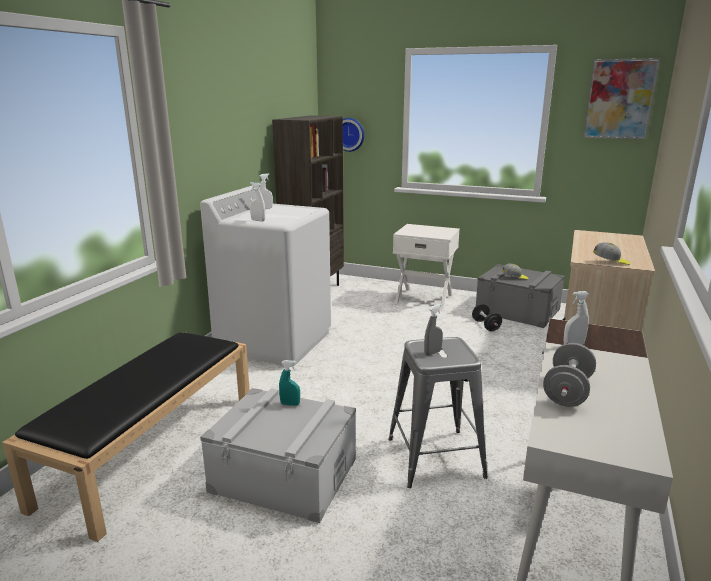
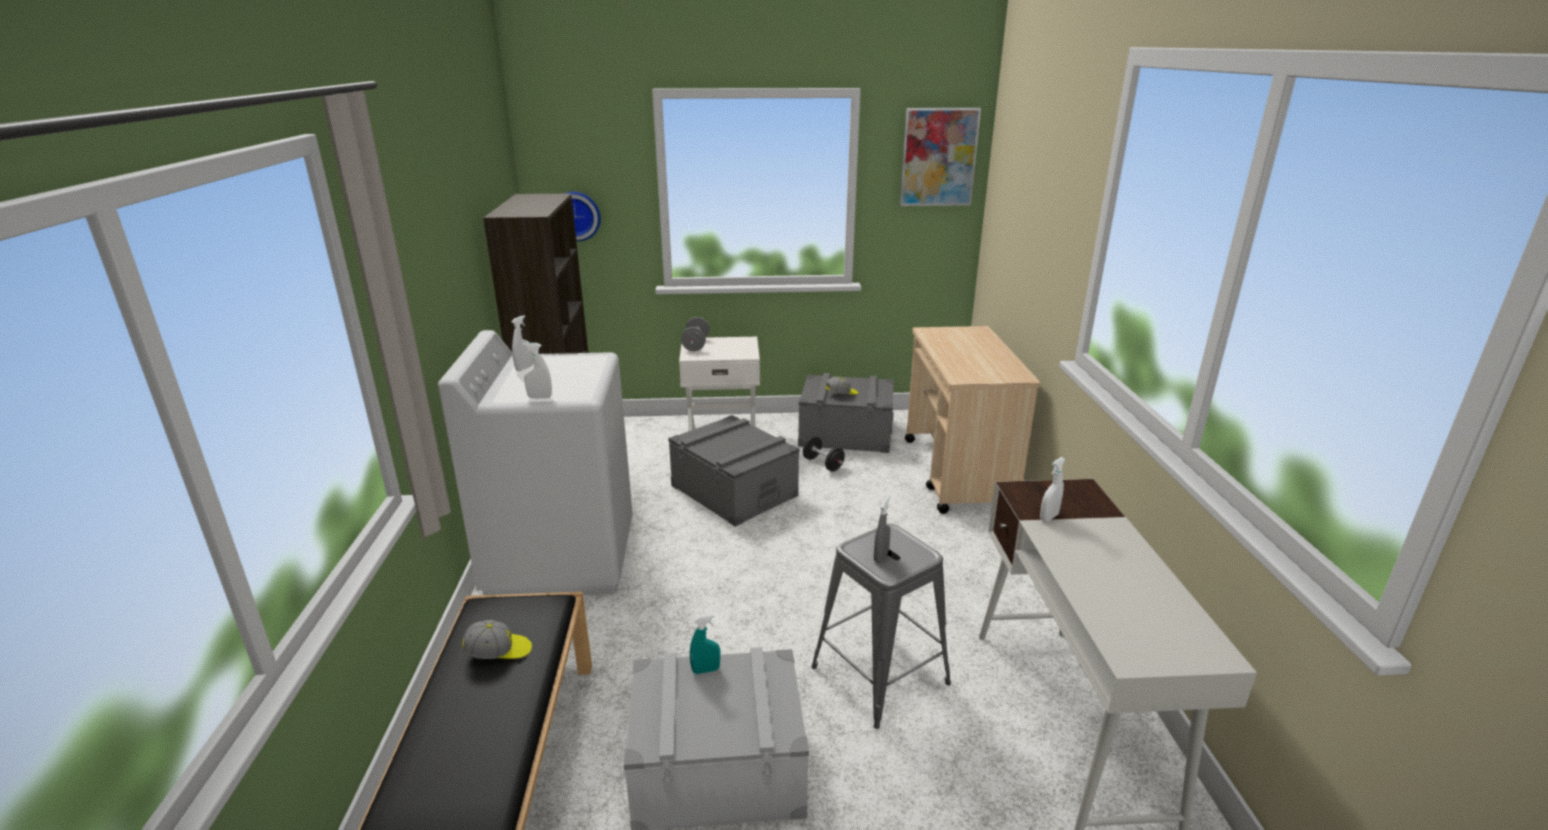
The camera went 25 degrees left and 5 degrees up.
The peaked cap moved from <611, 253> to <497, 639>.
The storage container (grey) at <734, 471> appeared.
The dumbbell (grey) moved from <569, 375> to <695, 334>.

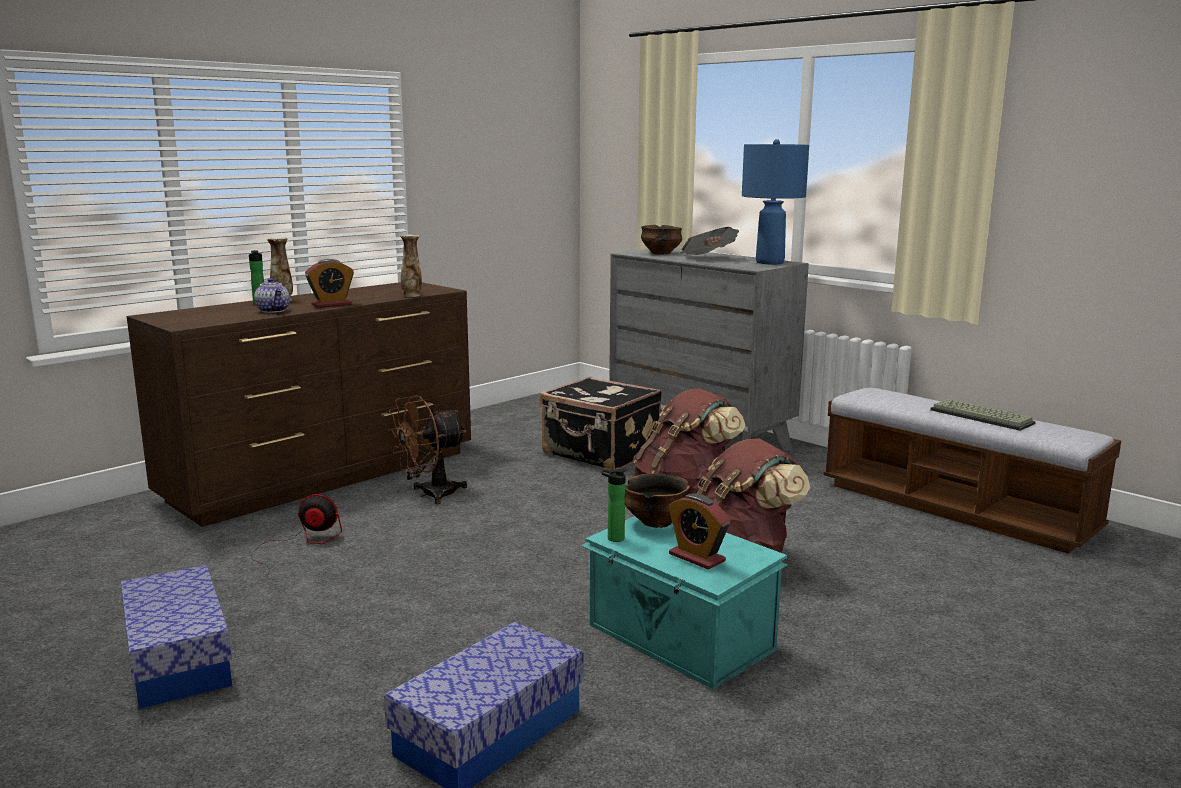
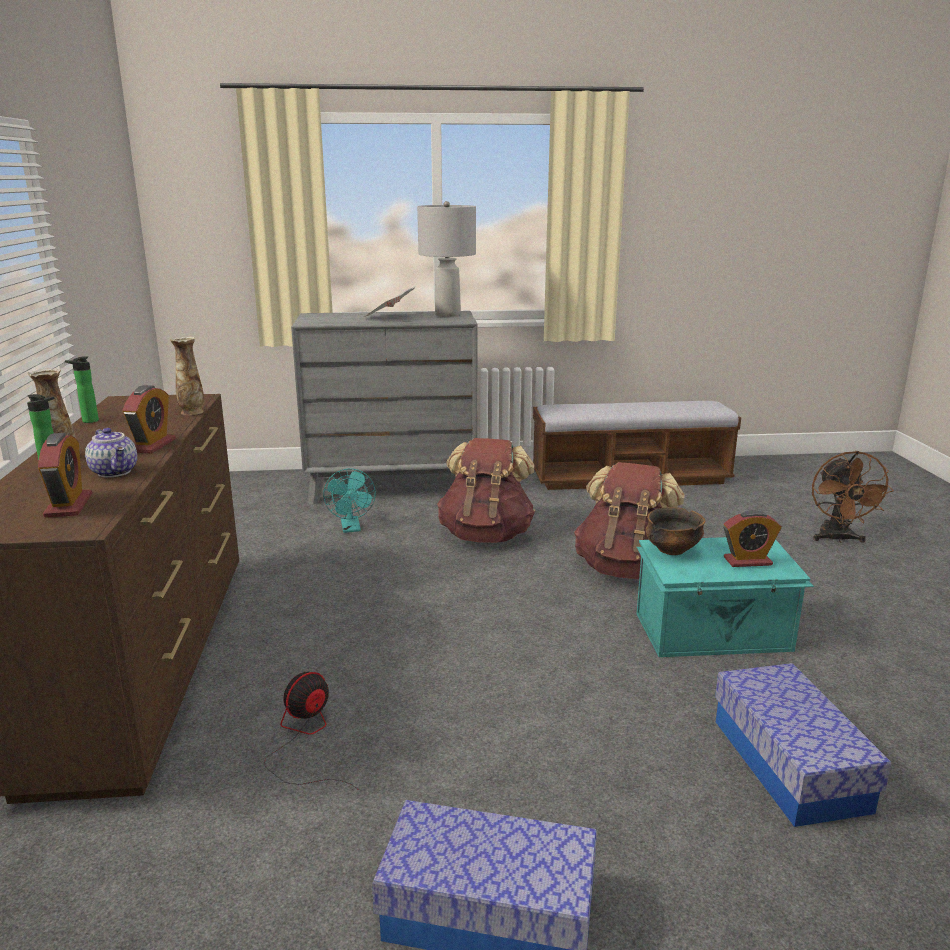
The camera went 50 degrees left and 5 degrees up.
The alarm clock at <65, 475> appeared.
The beverage bottle moved from <614, 505> to <82, 389>.
The pot for tea at <272, 295> turned 45 degrees clockwise.
The piece of luggage (blackish) at <601, 423> was replaced by the electric fan (blue-green) at <349, 500>.
The lamp for a table (bluish) at <775, 201> became the lamp for a table (grey) at <446, 259>.
The electric fan (brown-coloured) moved from <427, 449> to <853, 497>.
The bowl at <661, 239> disappeared.
The PC keyboard at <983, 415> disappeared.

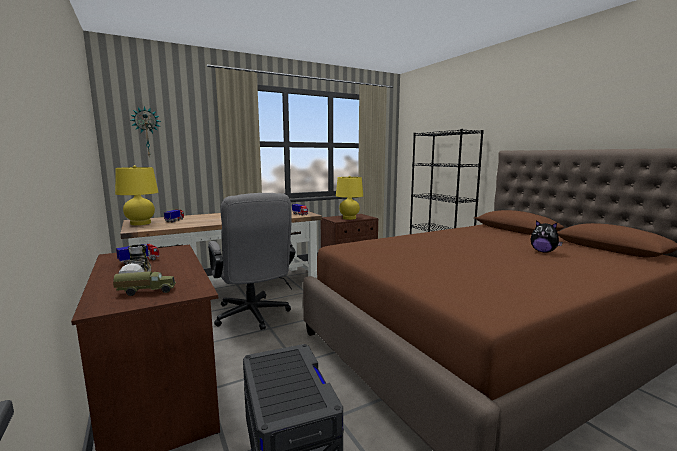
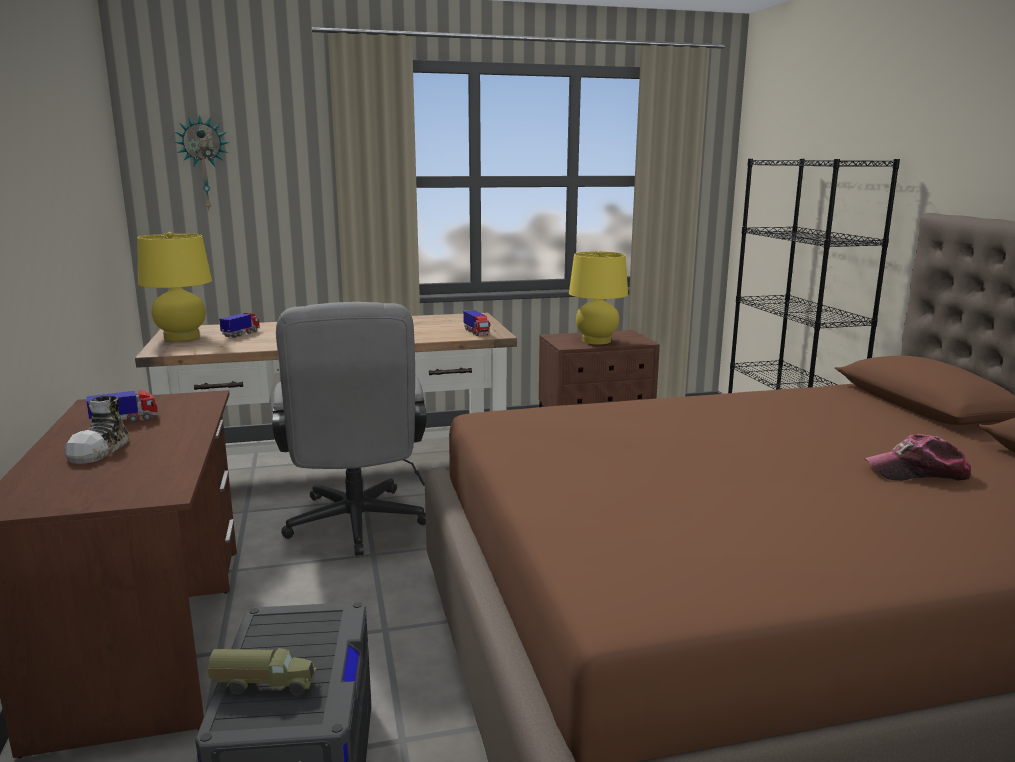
The camera went 15 degrees right and 5 degrees up.
The toy lorry moved from <144, 283> to <262, 672>.
The cuddly toy at <547, 236> was replaced by the peaked cap at <918, 457>.

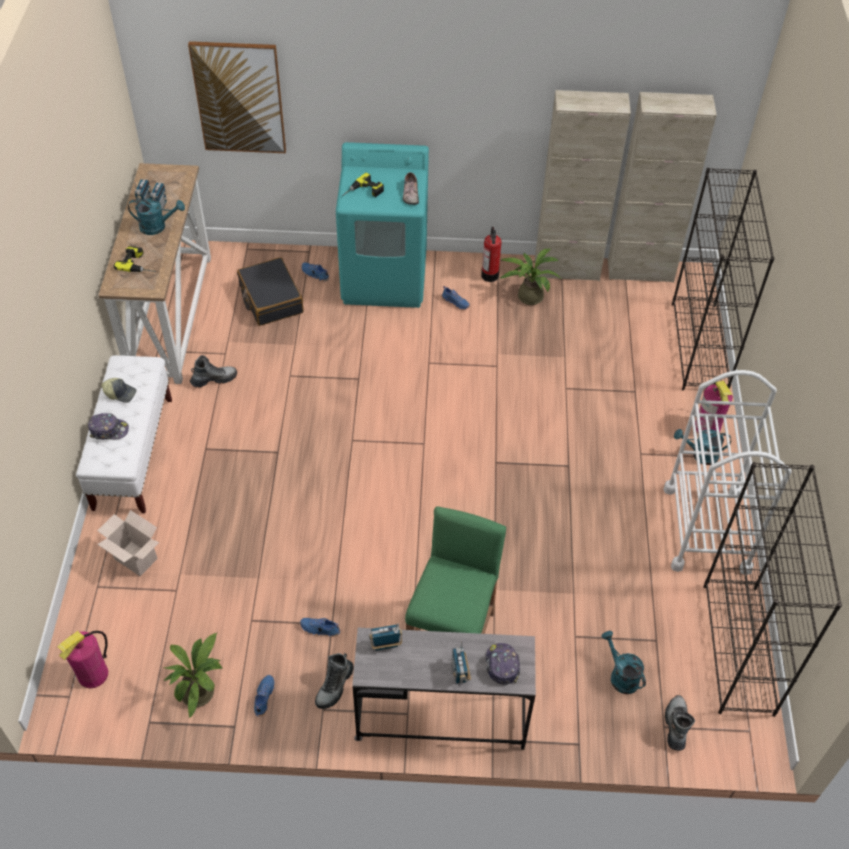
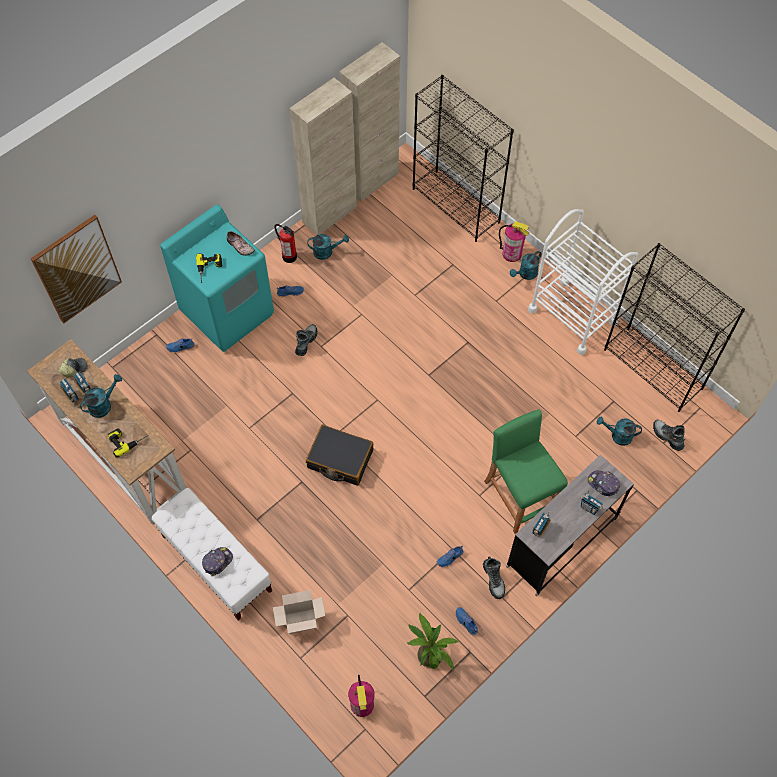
The camera went 45 degrees left and 10 degrees up.
The peaked cap moved from <118, 390> to <73, 367>.
The boot moved from <213, 371> to <306, 340>.
The piece of luggage (blackish) moved from <270, 291> to <339, 455>.
The houseplant at <531, 277> was replaced by the sprinkling can (blue-green) at <328, 247>.

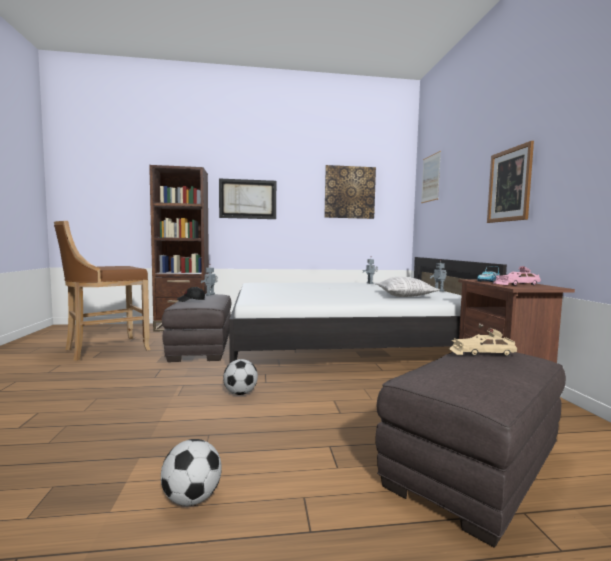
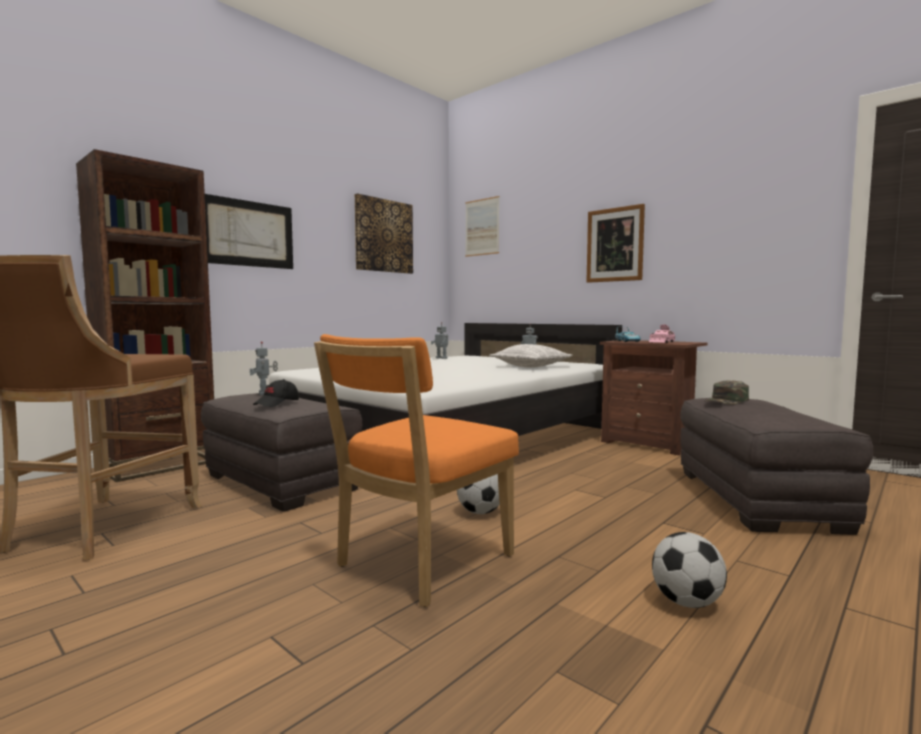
The camera went 40 degrees left and 0 degrees up.
The plain chair (orange) at <416, 470> appeared.
The model car (sand-coloured) at <482, 342> was replaced by the peaked cap (green-coloured) at <727, 393>.

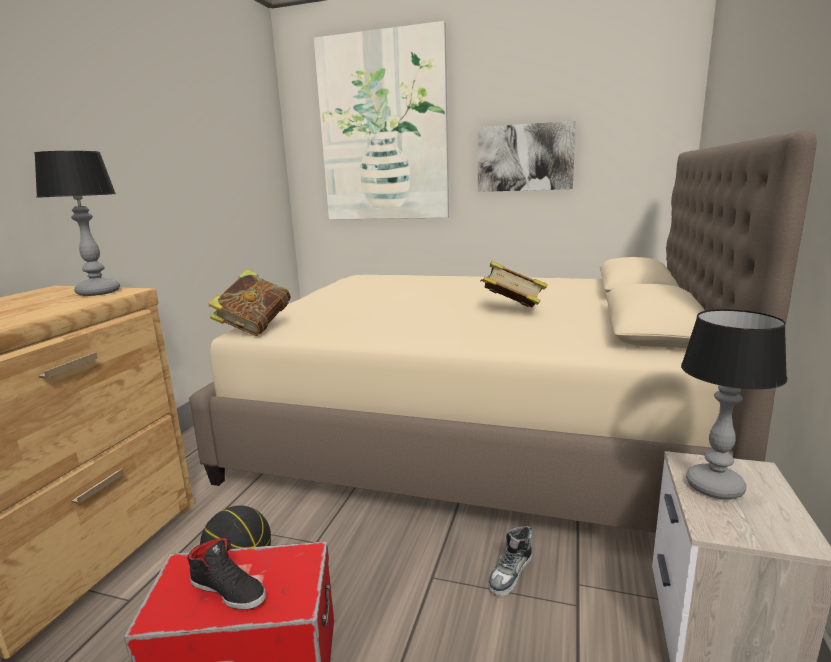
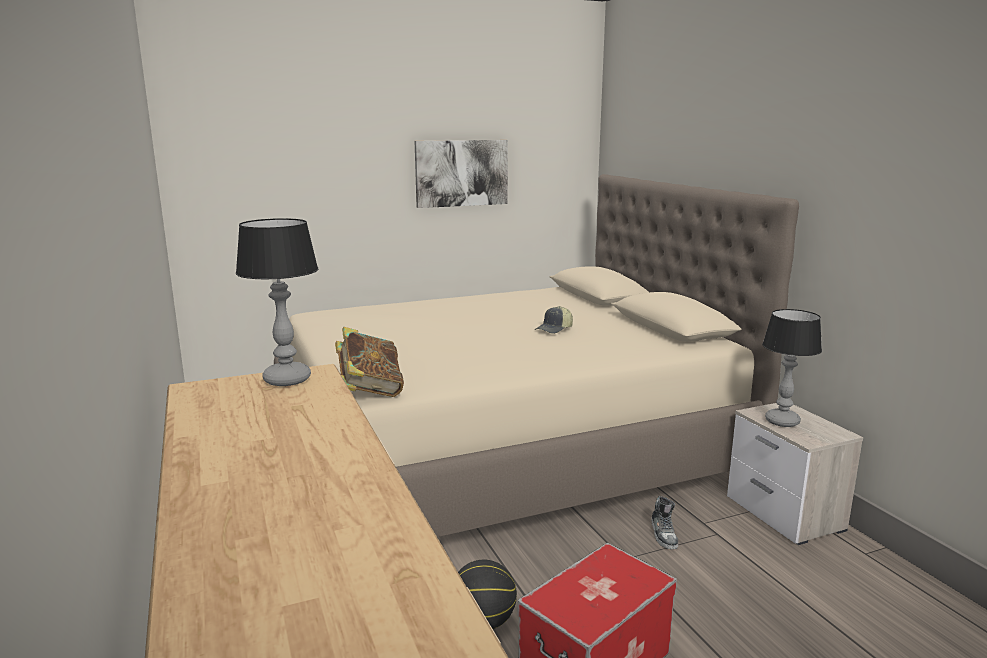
The camera went 40 degrees left and 0 degrees up.
The book at <514, 284> was replaced by the peaked cap at <554, 320>.
The item of footwear (blackish) at <226, 572> disappeared.
The wall art at <381, 120> disappeared.

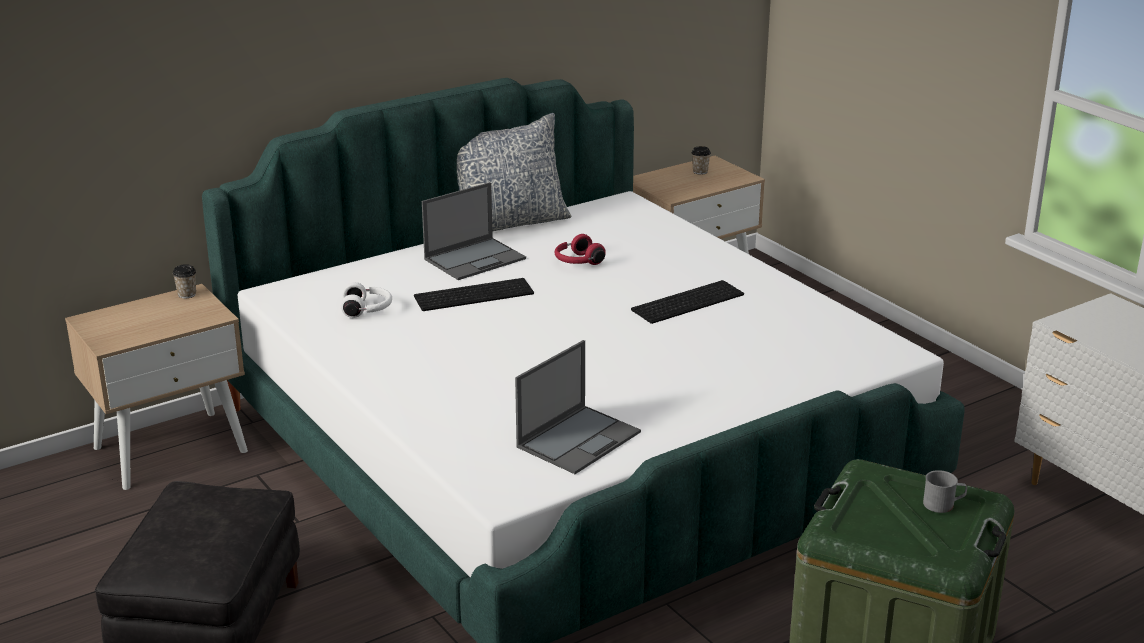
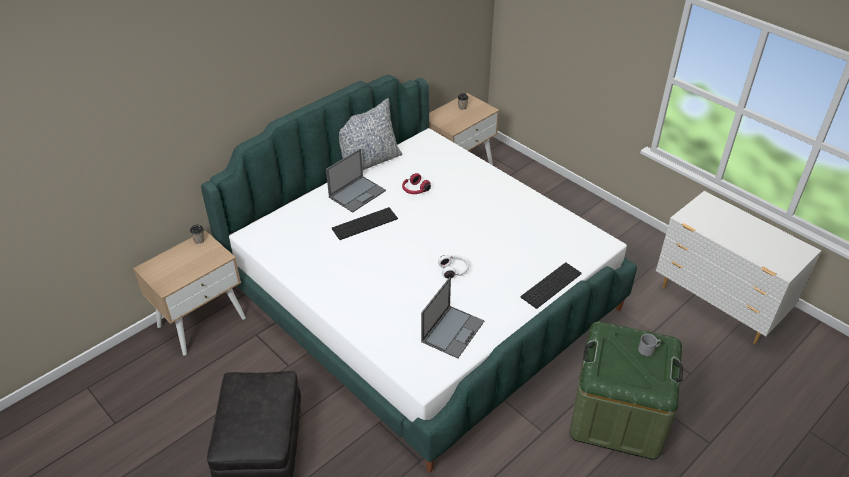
The camera went 10 degrees left and 15 degrees up.
The headset (white-coloured) moved from <366, 300> to <453, 267>.
The PC keyboard moved from <687, 302> to <551, 285>.

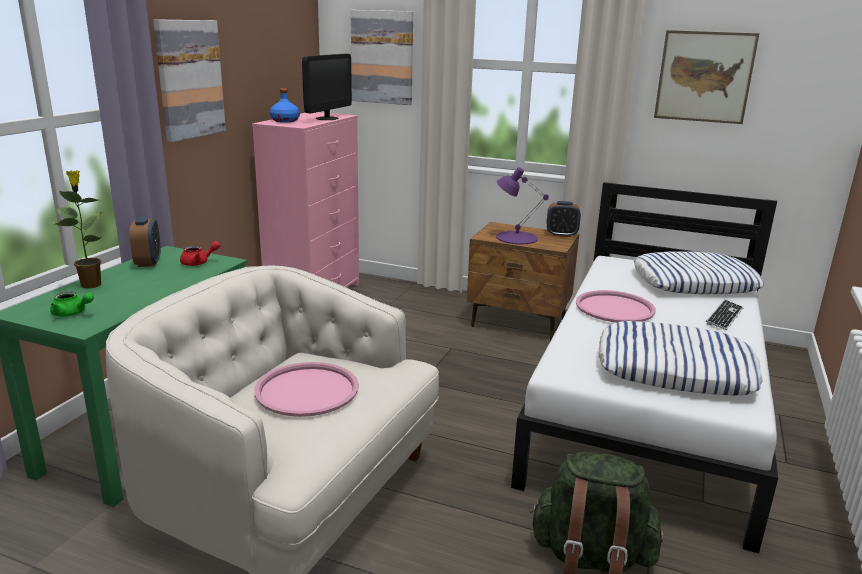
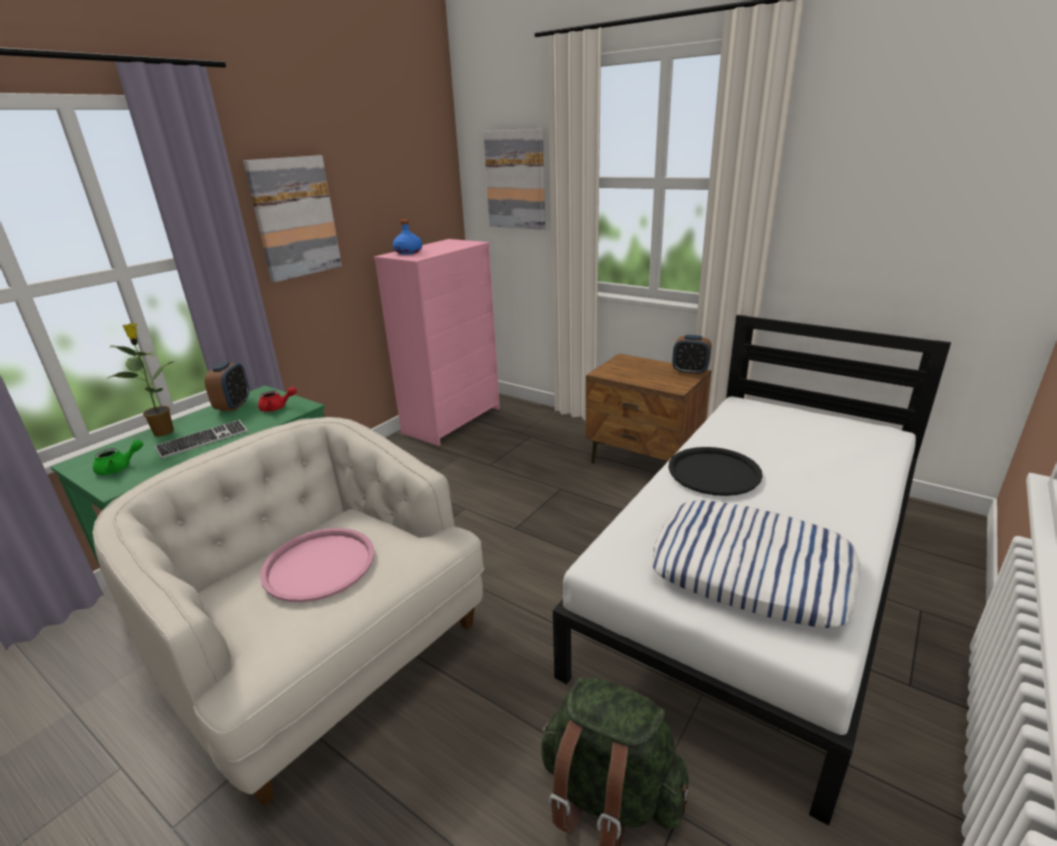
The camera went 15 degrees right and 5 degrees up.
The pot for tea (green-coloured) at <72, 304> turned 60 degrees counterclockwise.
The PC keyboard moved from <725, 314> to <201, 439>.
The serving tray (pink) at <616, 306> became the serving tray (blackish) at <715, 471>.
The computer screen at <327, 87> disappeared.
The lamp for a table (purplish) at <522, 205> disappeared.
The pillow at <699, 273> disappeared.
The wall art at <706, 77> disappeared.

